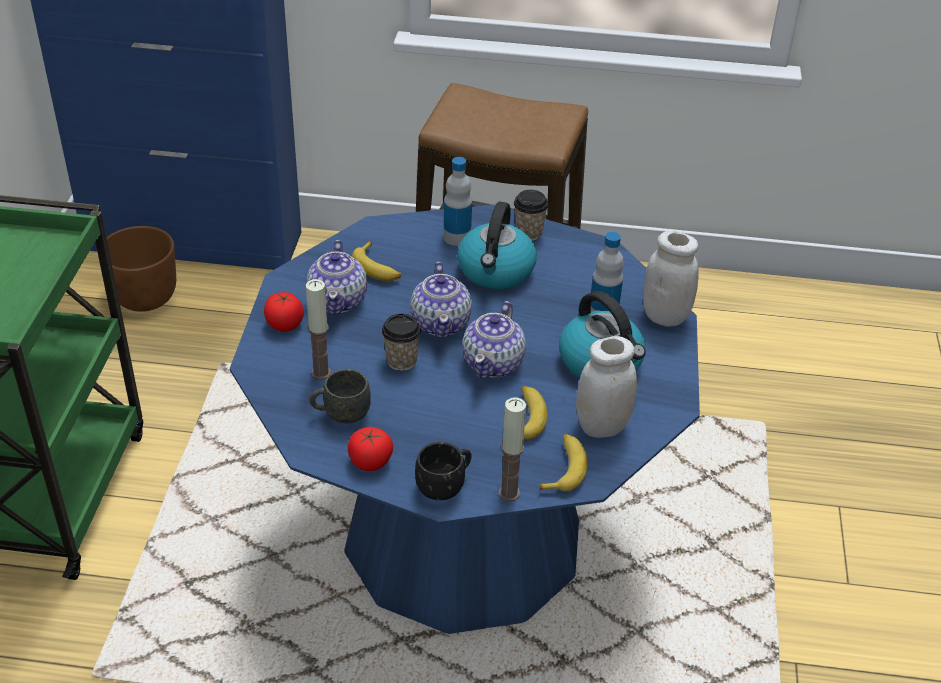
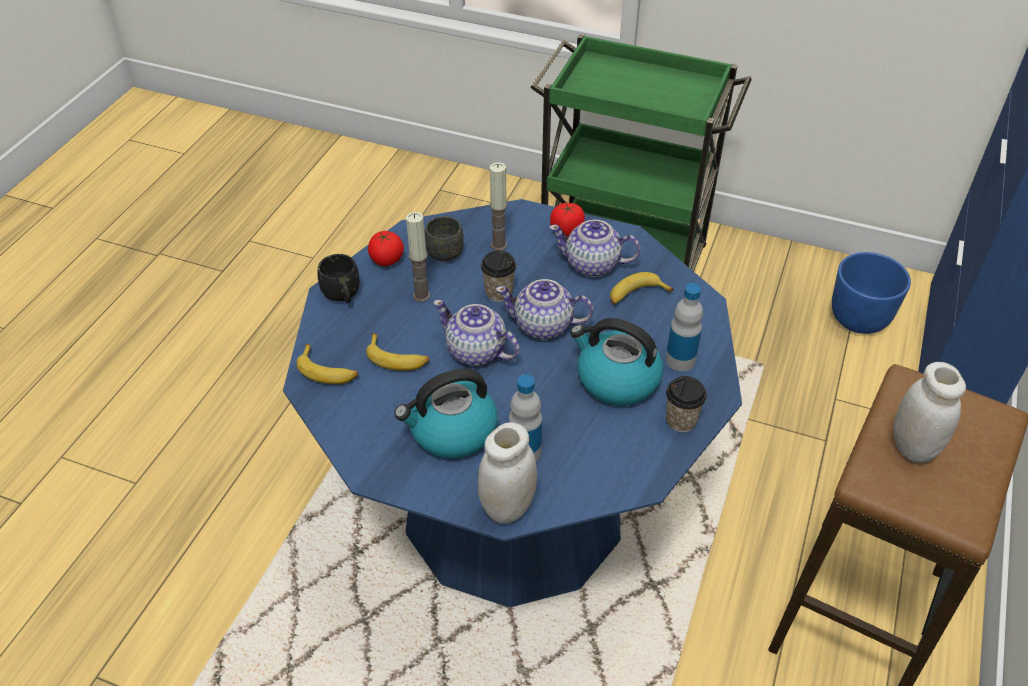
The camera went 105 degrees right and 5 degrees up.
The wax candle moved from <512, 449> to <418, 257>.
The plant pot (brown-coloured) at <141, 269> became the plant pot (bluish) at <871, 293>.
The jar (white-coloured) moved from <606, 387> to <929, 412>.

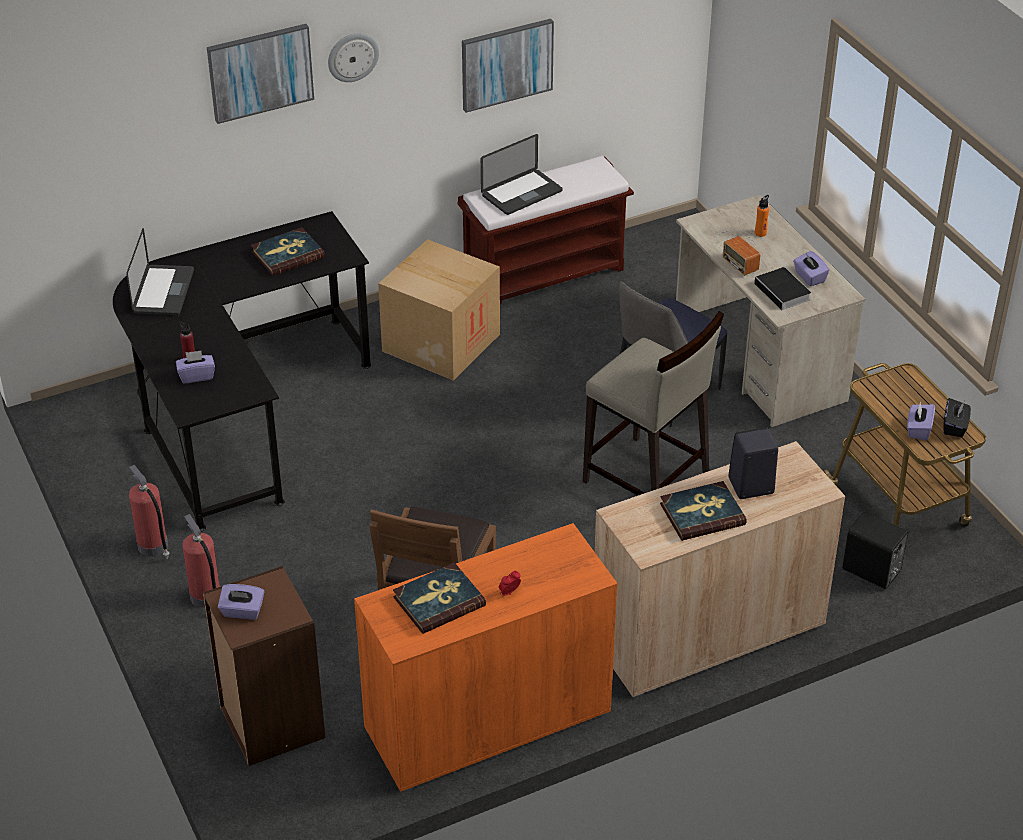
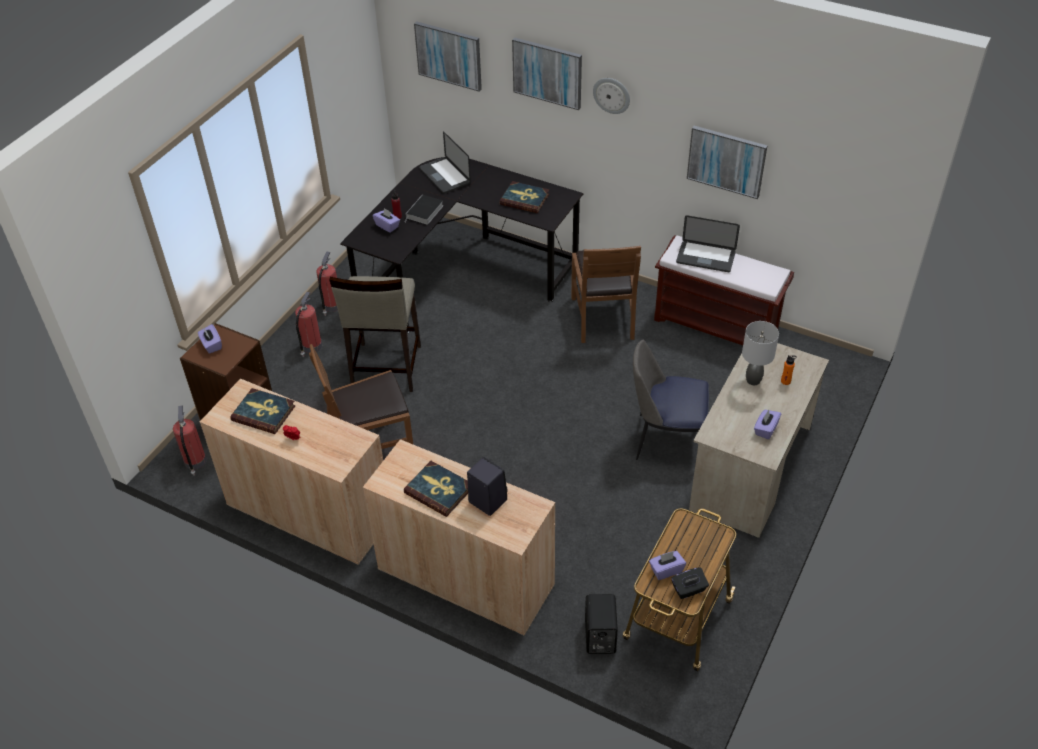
The camera went 55 degrees right and 5 degrees up.
The fire extinguisher at <190, 441> appeared.
The cupboard (orange) at <486, 658> became the cupboard (sand-coloured) at <291, 471>.
The stool seat (sand-coloured) moved from <653, 403> to <375, 334>.
The book moved from <782, 290> to <424, 210>.
The wall art at <448, 56> appeared.
The notebook computer at <160, 271> turned 90 degrees clockwise.
The cardboard box at <439, 310> was replaced by the plain chair (brown-coloured) at <606, 294>.
The radio at <738, 253> was replaced by the lamp for a table (grey) at <760, 353>.

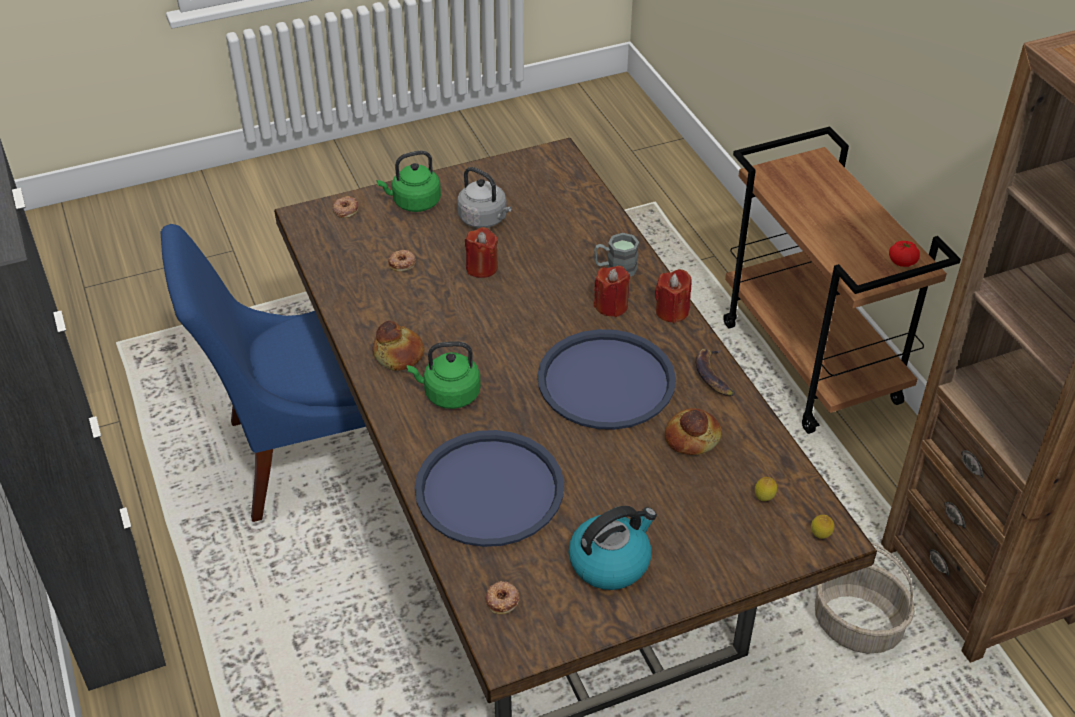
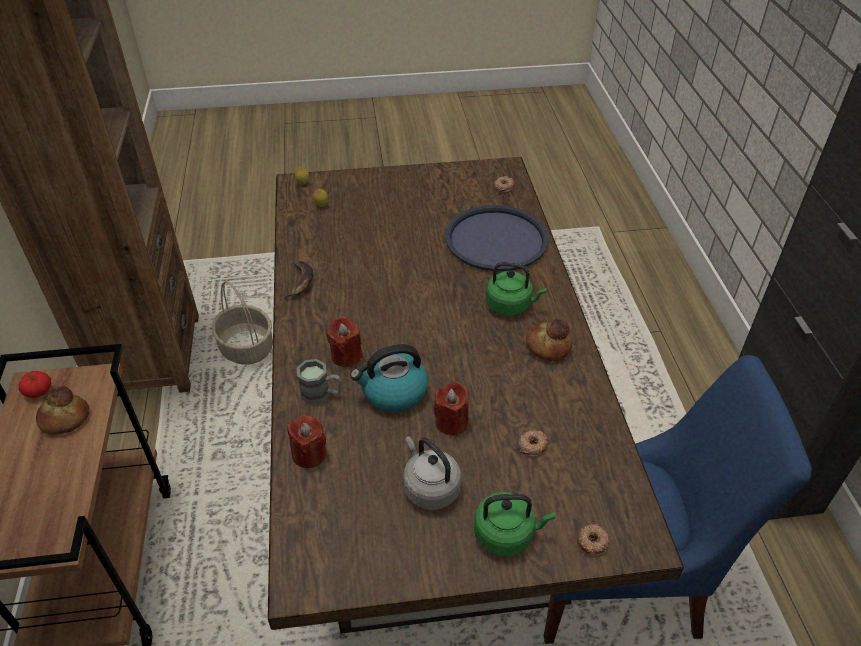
The camera went 165 degrees left and 0 degrees up.
The bakery bread moved from <693, 431> to <63, 410>.
The wax candle (red-coloured) moved from <673, 296> to <307, 441>.
The tea kettle moved from <613, 548> to <389, 378>.
The serving tray (bluish) at <606, 379> disappeared.

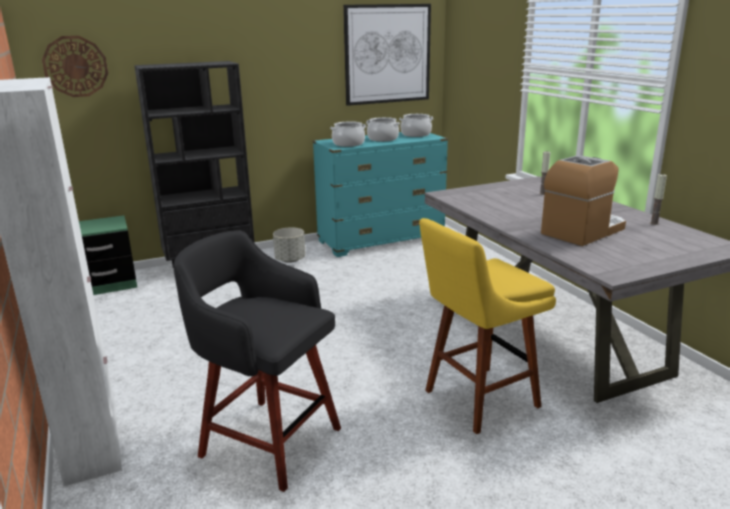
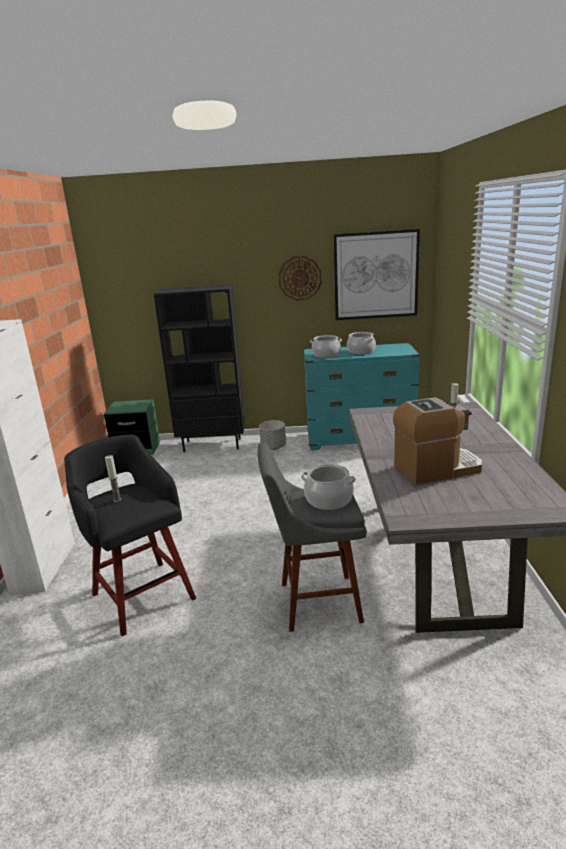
The camera went 25 degrees right and 0 degrees up.
The wax candle moved from <658, 199> to <113, 478>.
The stool seat (yellow) at <487, 326> became the stool seat (grey) at <312, 537>.
The wall clock moved from <75, 66> to <300, 278>.
The saucepot moved from <416, 125> to <328, 487>.

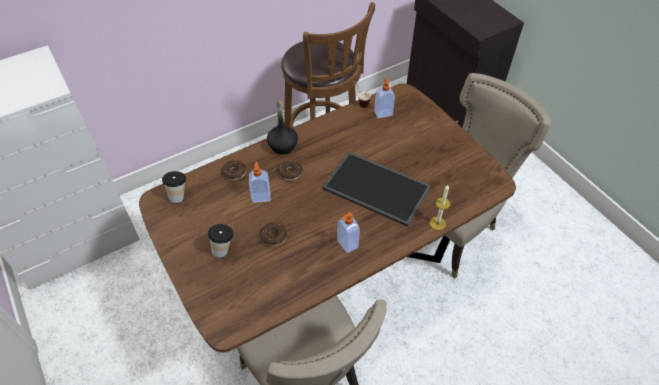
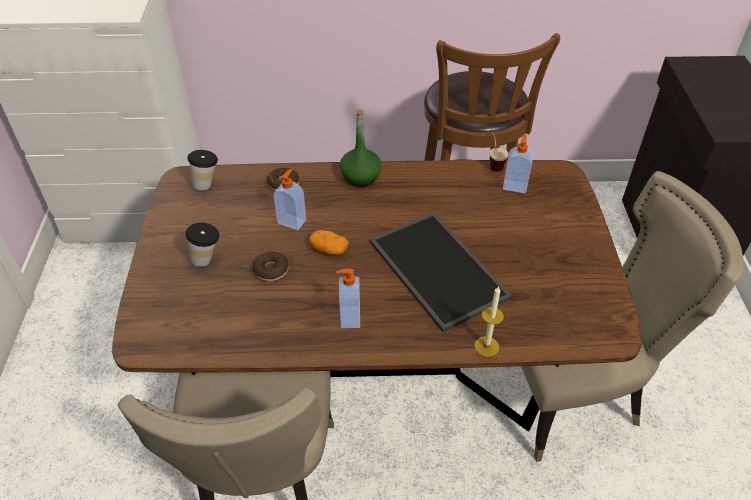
The camera went 30 degrees right and 5 degrees down.
The potato at <328, 242> appeared.
The beverage bottle (blackish) at <282, 127> became the beverage bottle (green-coloured) at <361, 148>.
The donut at <290, 170> disappeared.

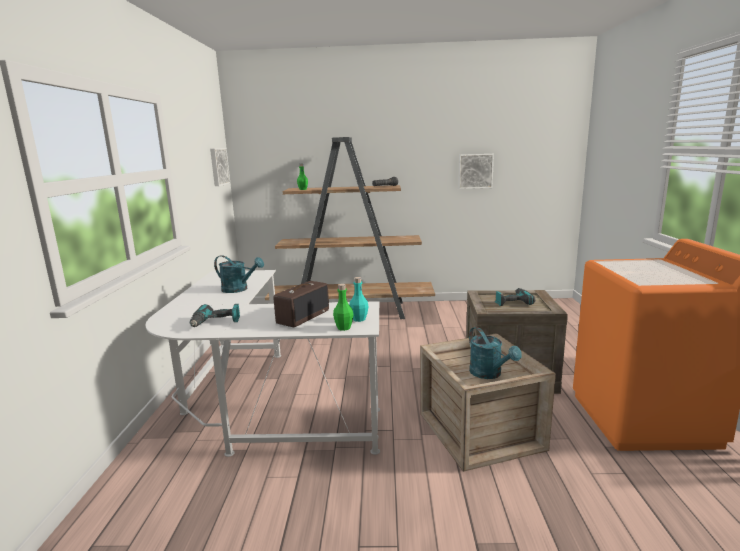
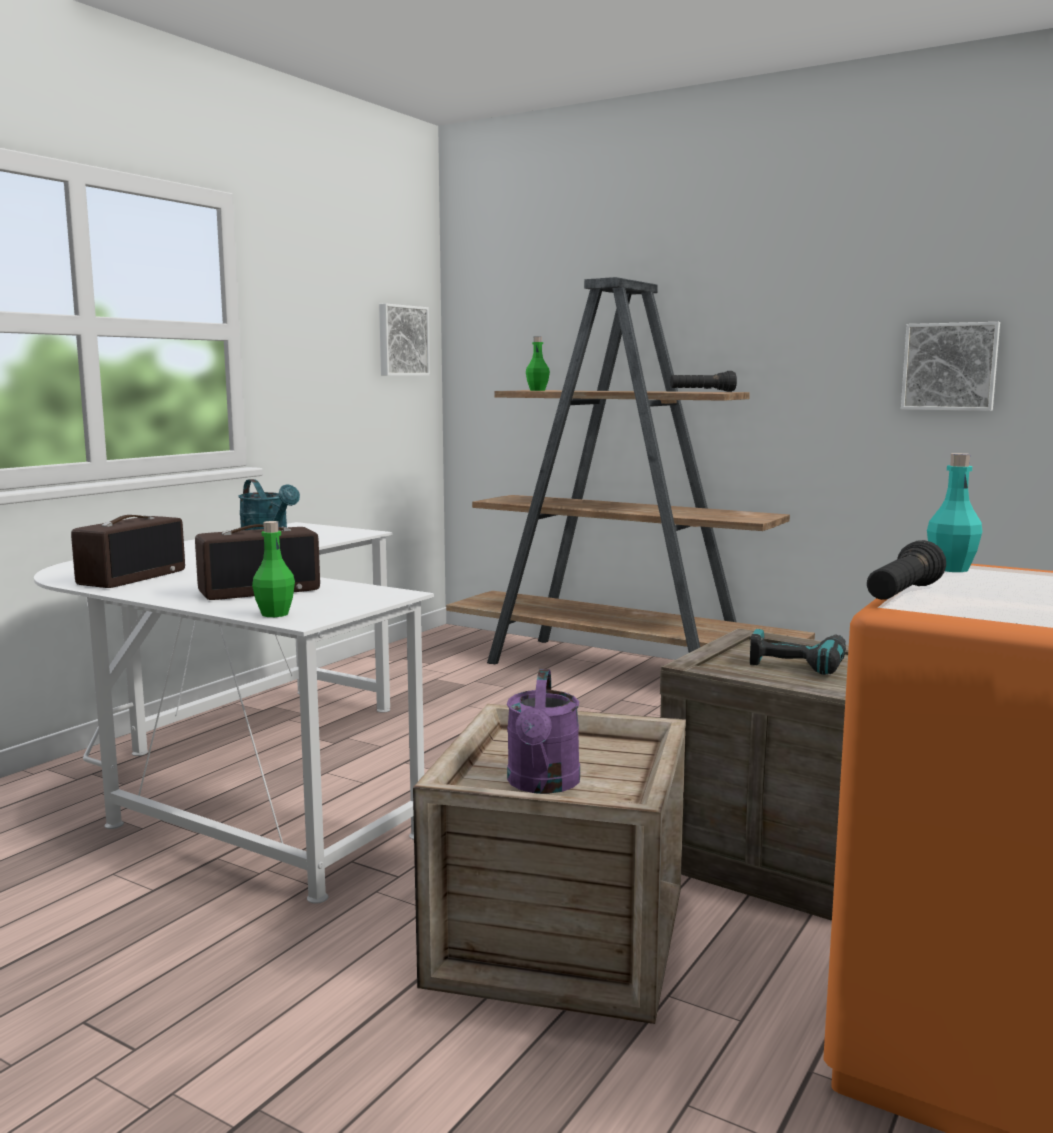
The camera went 30 degrees right and 5 degrees down.
The drill at <215, 315> was replaced by the radio at <128, 551>.
The sprinkling can (blue-green) at <495, 353> became the sprinkling can (purplish) at <543, 731>.
The hand torch (blackish) at <906, 570> appeared.
The beverage bottle (blue-green) moved from <359, 299> to <954, 512>.

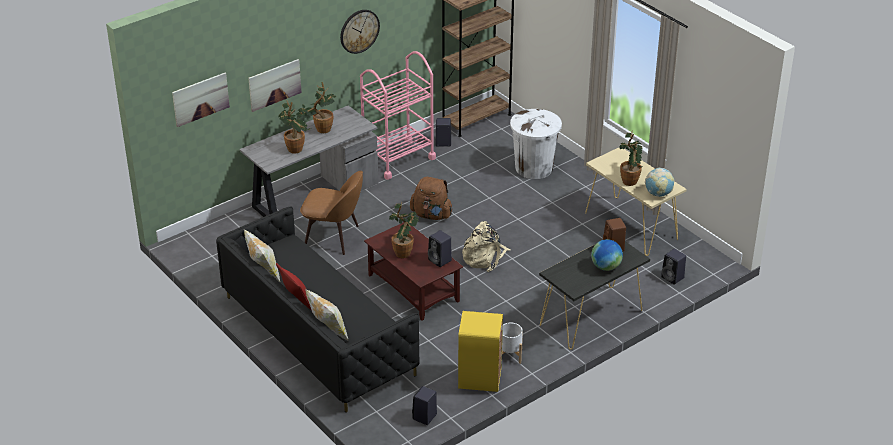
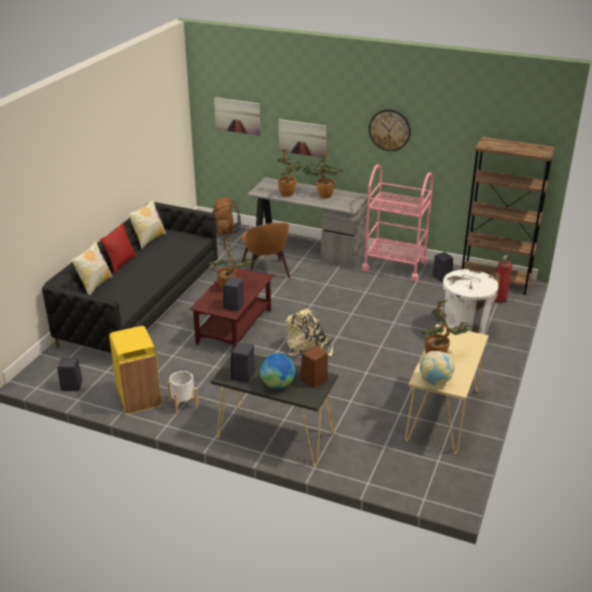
The camera went 60 degrees right and 5 degrees down.
The backpack (brown-coloured) moved from <431, 198> to <226, 216>.
The loudspeaker (blackish) moved from <673, 267> to <242, 362>.
The fire extinguisher at <502, 279> appeared.

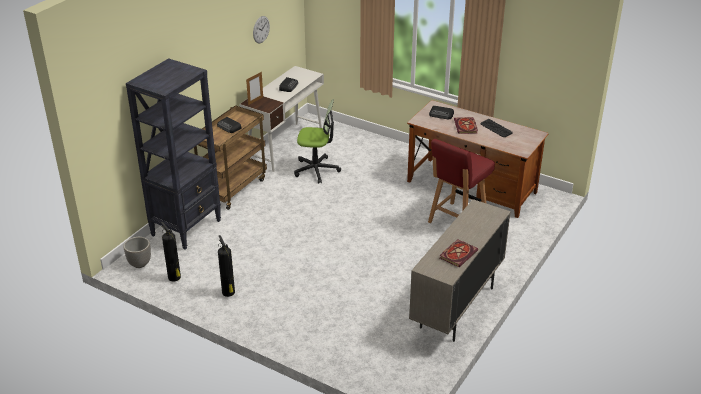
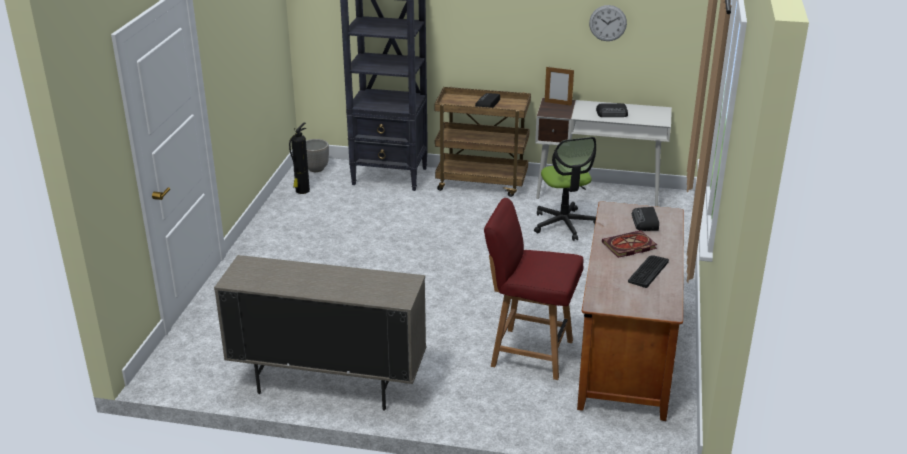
The camera went 70 degrees right and 5 degrees down.
The fire extinguisher at <226, 266> disappeared.
The book at <459, 253> disappeared.

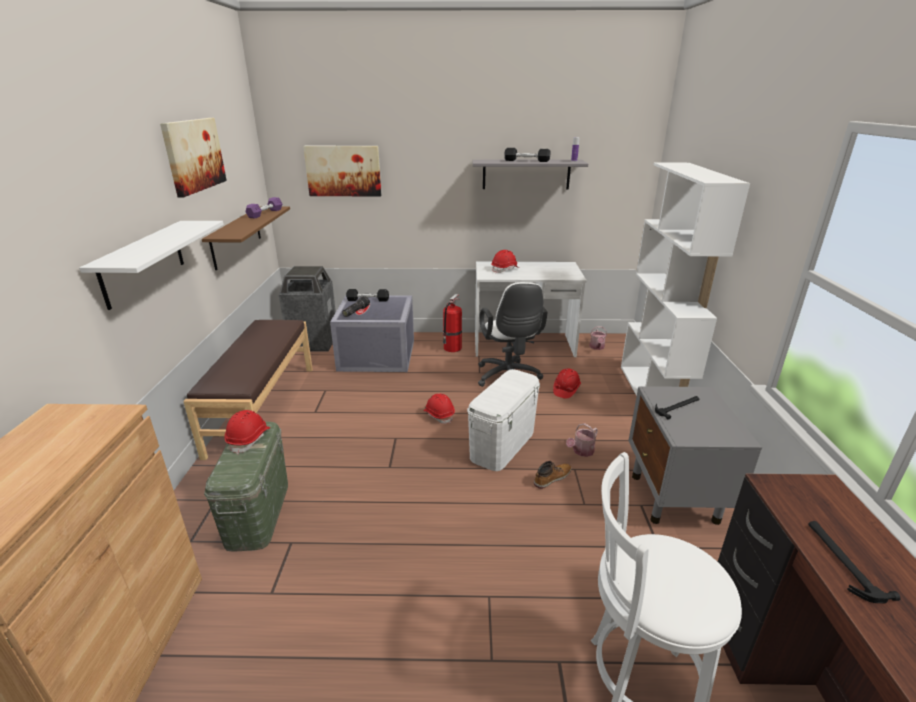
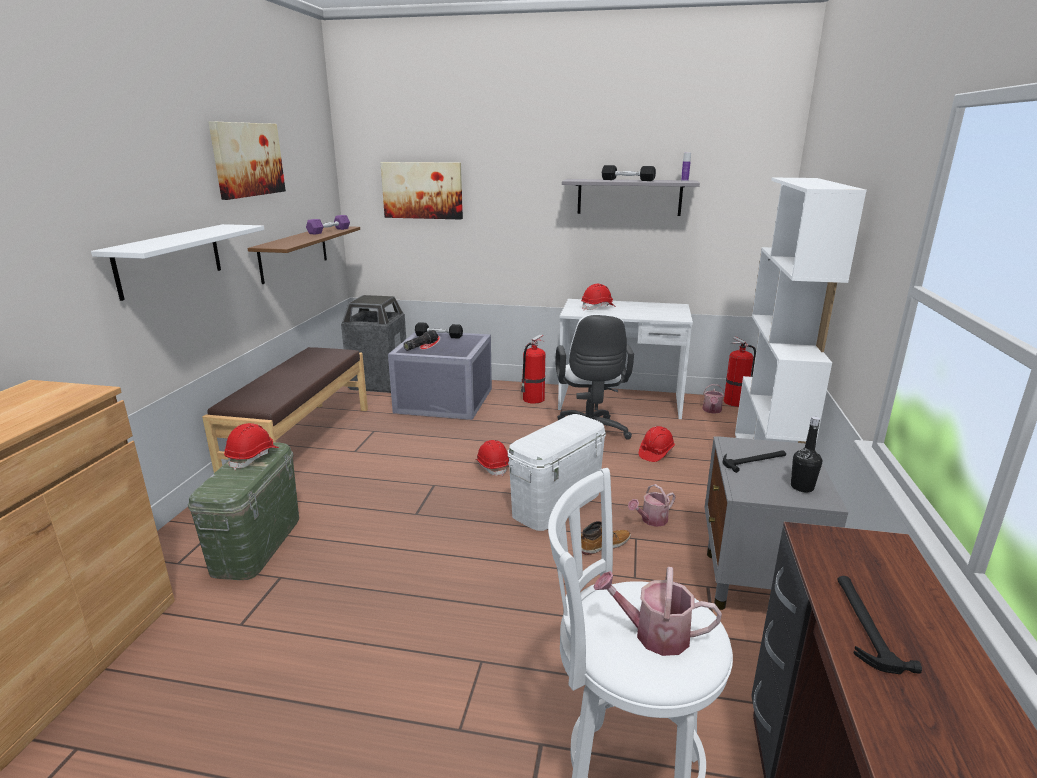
The camera went 10 degrees right and 5 degrees down.
The sprinkling can at <657, 611> appeared.
The fire extinguisher at <740, 372> appeared.
The beverage bottle (blackish) at <806, 454> appeared.

